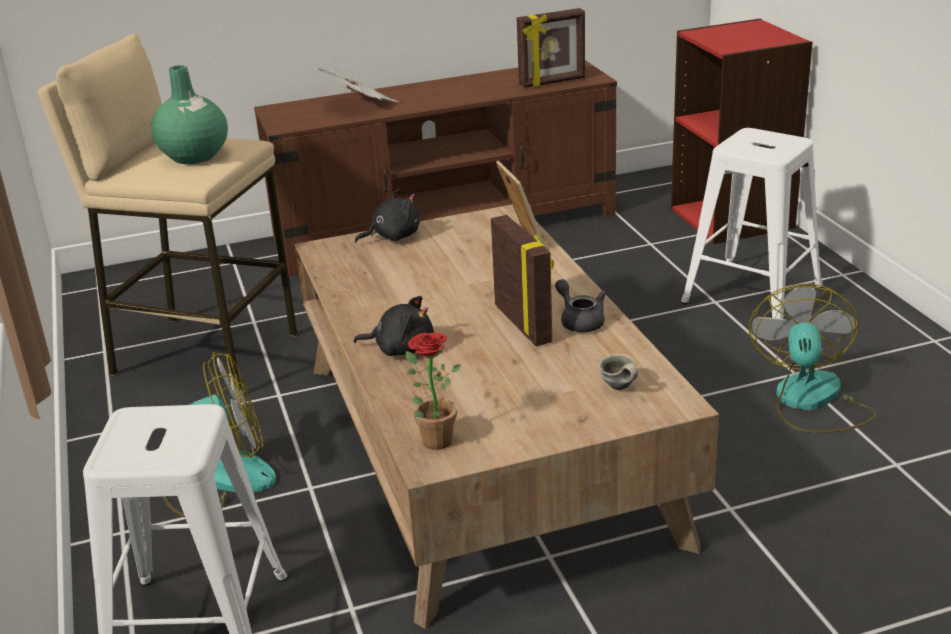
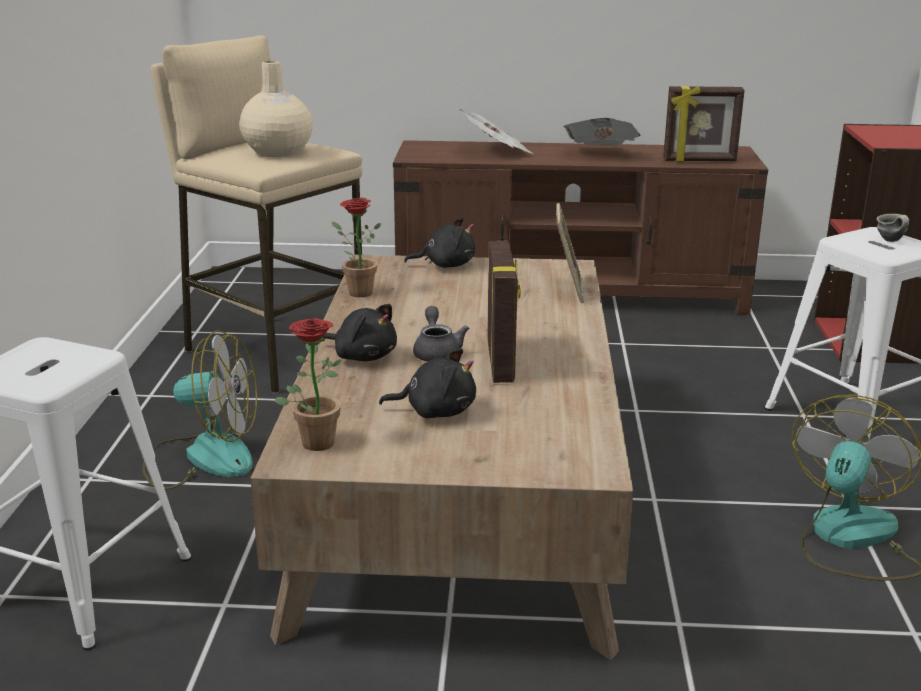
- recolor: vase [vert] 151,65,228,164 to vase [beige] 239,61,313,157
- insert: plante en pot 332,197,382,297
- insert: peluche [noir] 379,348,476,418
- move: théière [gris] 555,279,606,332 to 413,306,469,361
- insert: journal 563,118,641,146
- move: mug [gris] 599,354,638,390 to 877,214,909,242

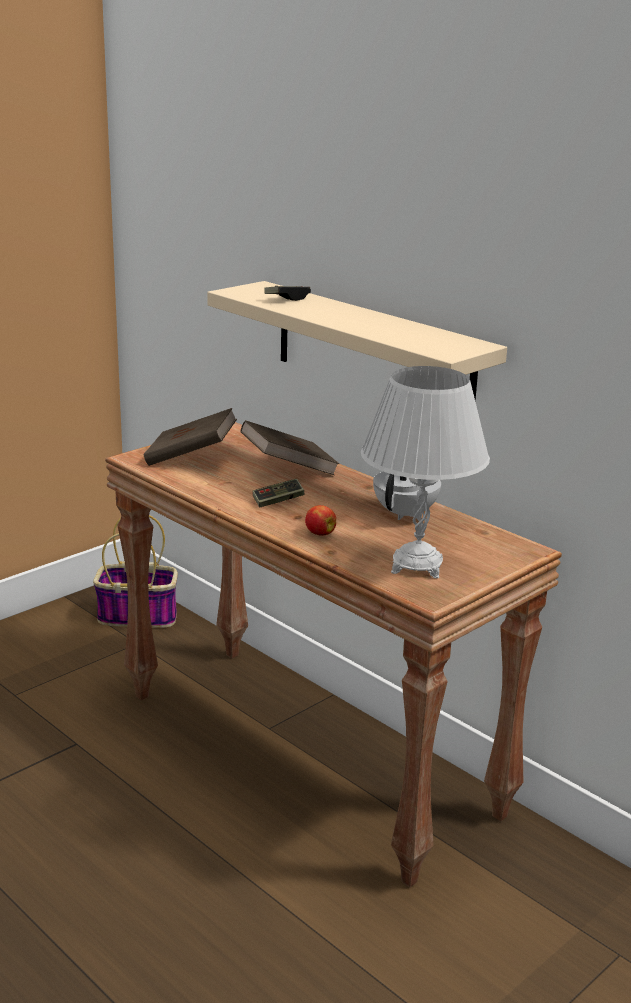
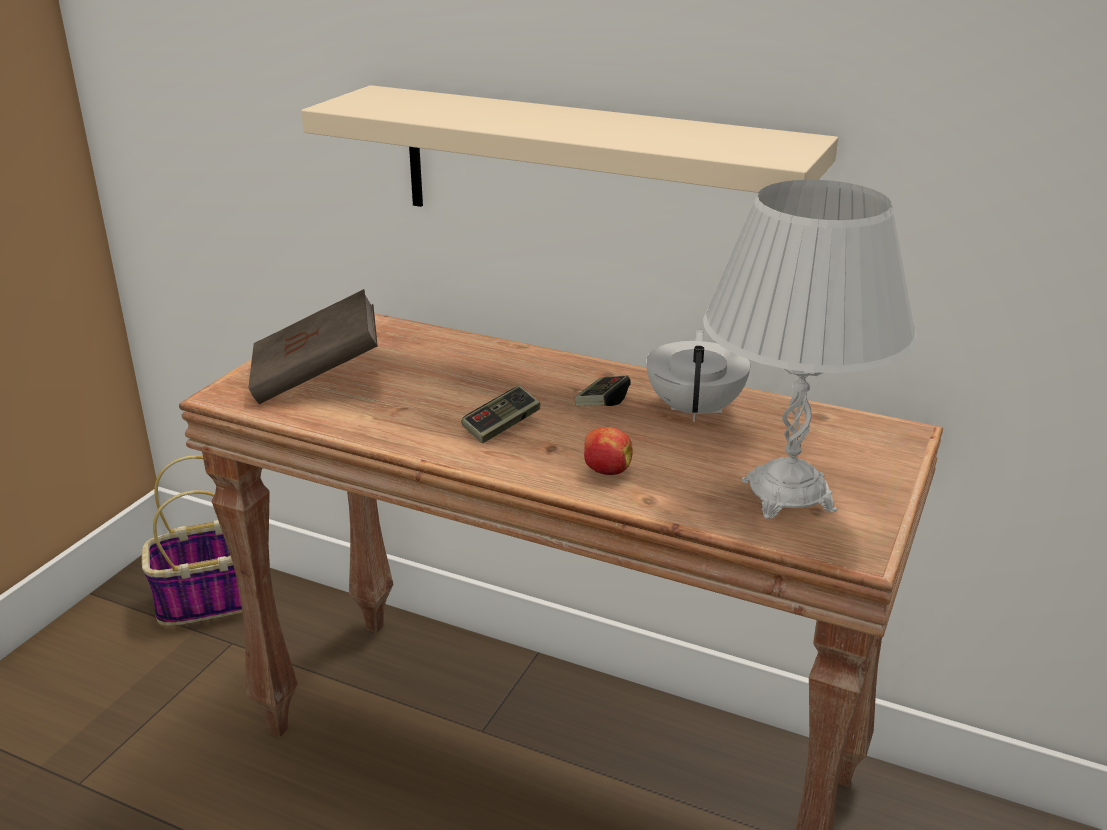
- move: manette 264,286,311,301 to 574,376,631,406
- delete: livre [marron] 240,420,339,475

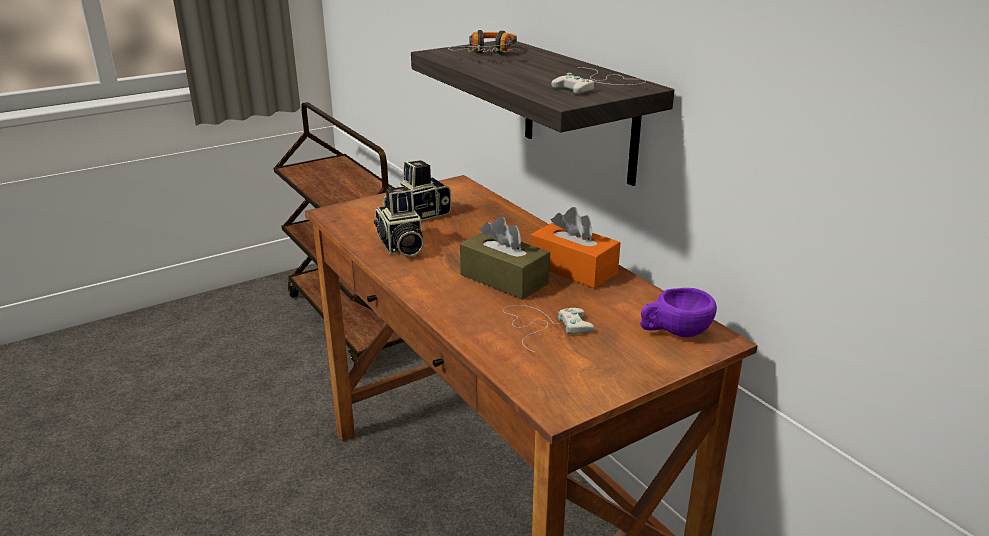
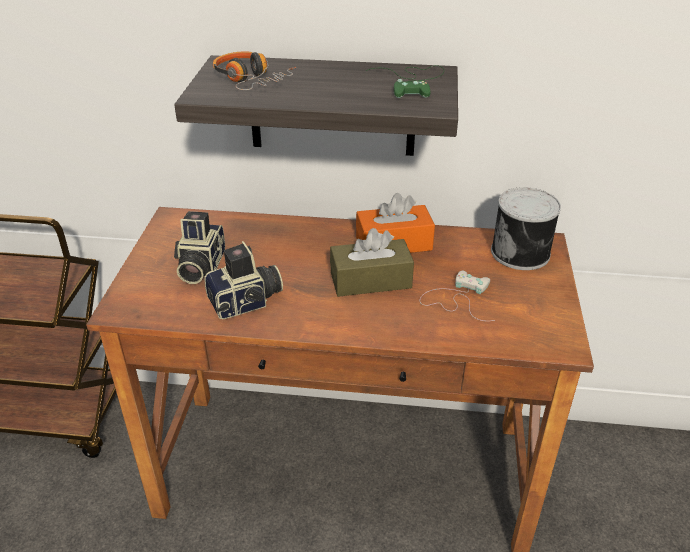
- rotate: appareil photo 374,186,424,257 = 204,241,283,319 45 degrees counterclockwise
- recolor: manette [blanc] 551,67,646,94 to manette [vert] 366,66,444,98
- replace: tasse [violet] 640,288,717,337 to boîte métallique 491,187,561,270

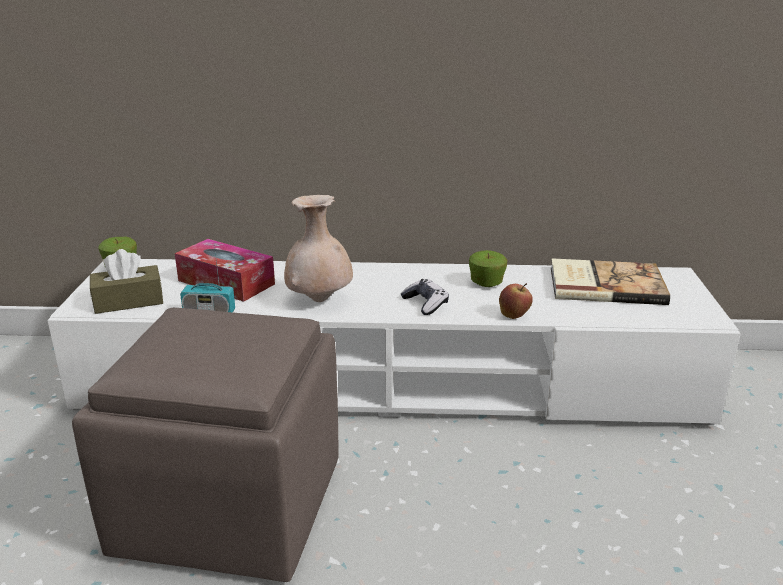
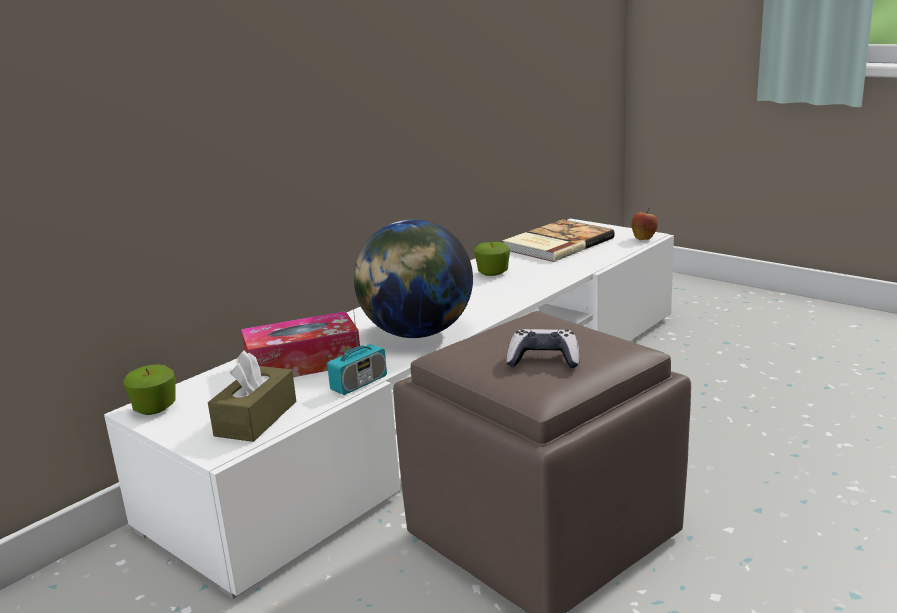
- replace: vase [beige] 284,195,353,302 to globe 354,219,473,338
- move: manette 401,279,449,315 to 506,329,580,368
- move: pomme 499,283,533,319 to 631,208,658,240

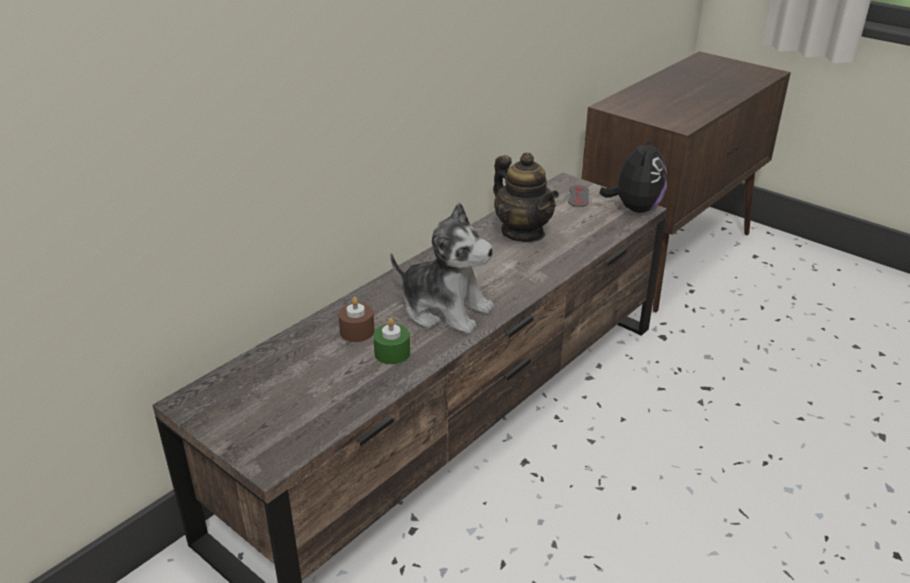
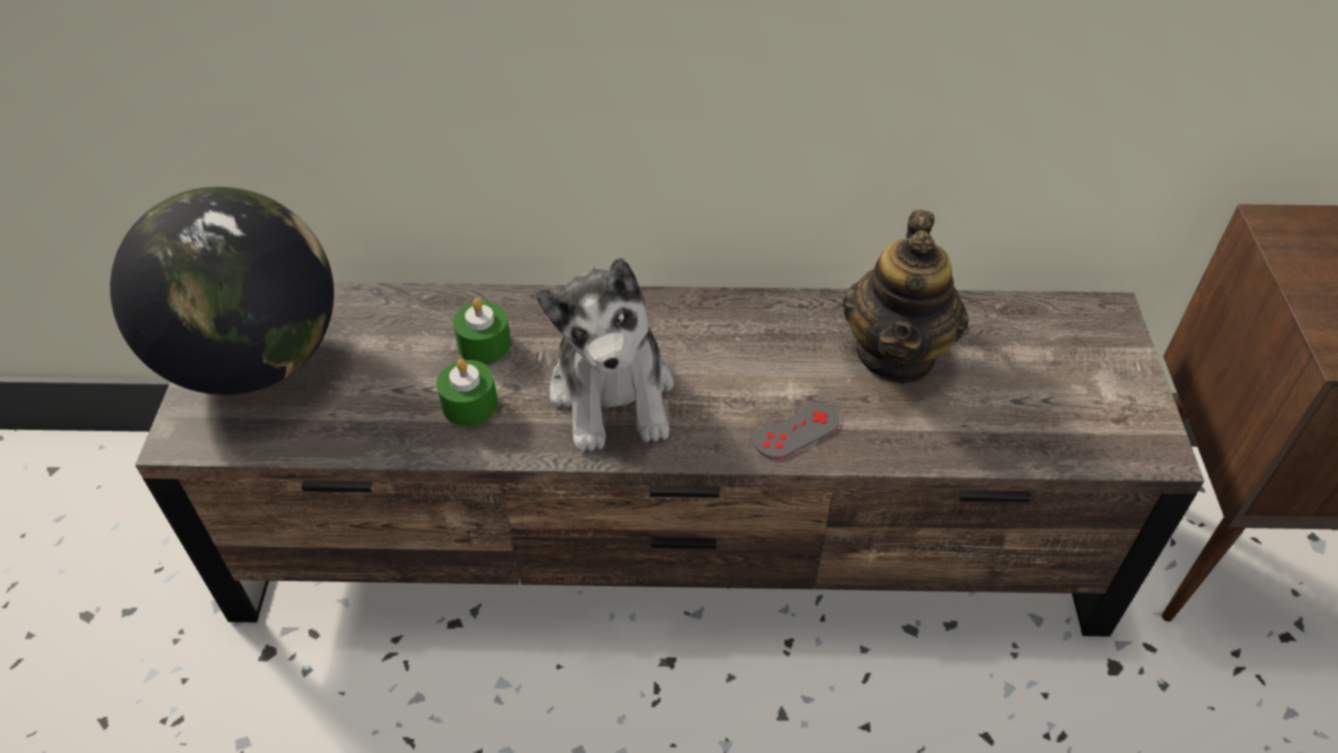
- insert: globe 110,187,334,395
- recolor: bougie [marron] 338,297,375,342 to bougie [vert] 453,299,511,364
- move: manette [gris] 568,185,589,207 to 754,402,840,459
- delete: peluche 599,135,667,213

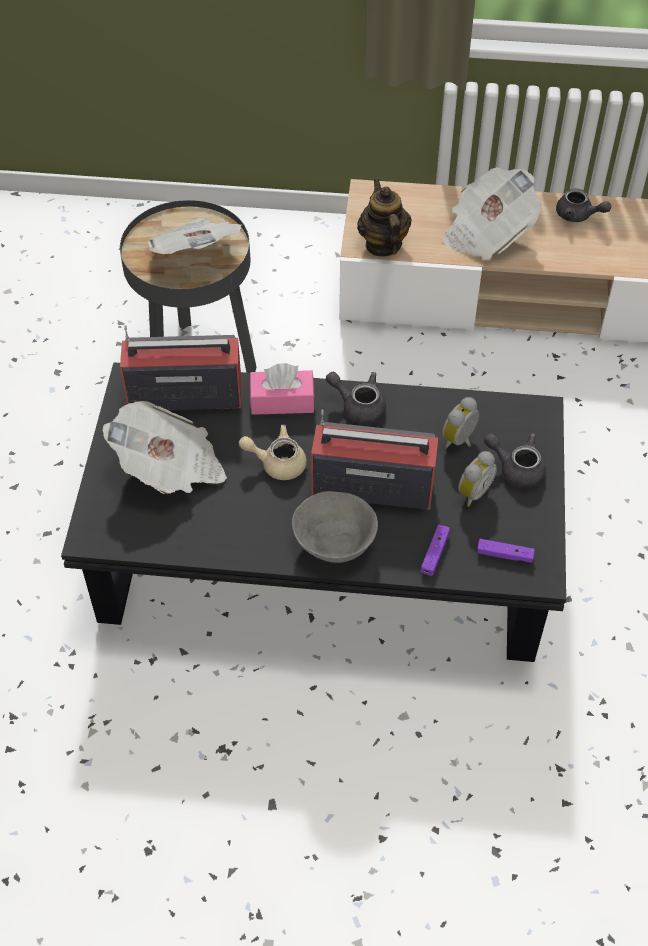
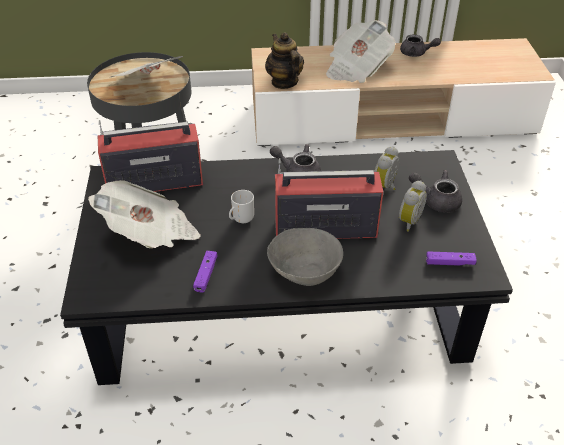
- move: manette [violet] 421,524,450,576 to 193,251,218,292
- replace: théière [beige] 239,425,307,480 to mug 229,190,254,223
- delete: boîte à mouchoirs [rose] 250,363,315,415

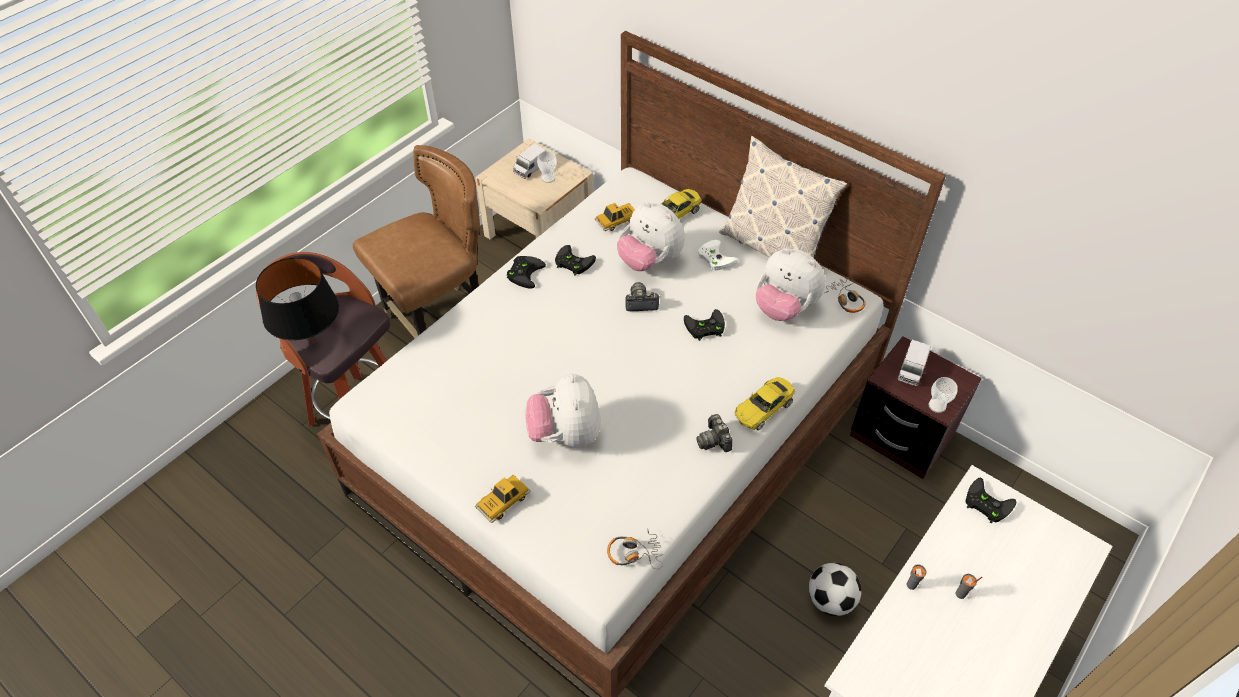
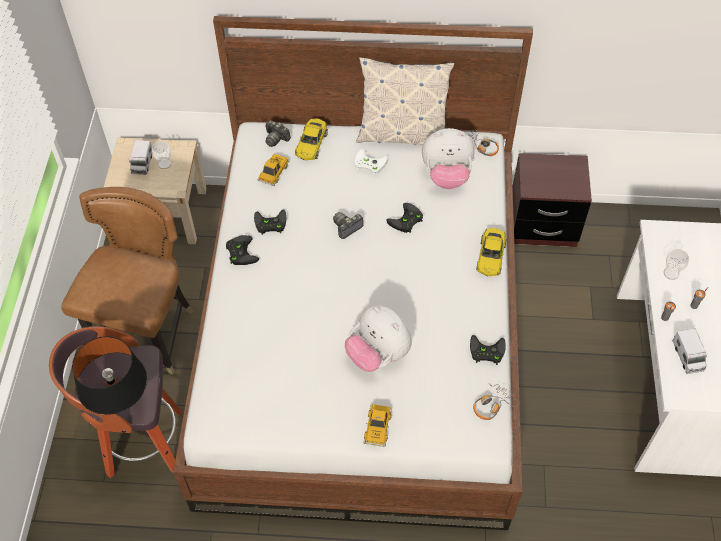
- move: appareil photo 696,414,732,452 to 265,120,291,147
- move: manette [noir] 965,478,1016,524 to 470,335,506,365
- move: tasse 928,377,958,413 to 664,249,689,280
- move: camion jouet 897,340,931,386 to 672,329,708,374
- delete: peluche 617,201,685,271
- delete: ballon de foot 809,563,861,616

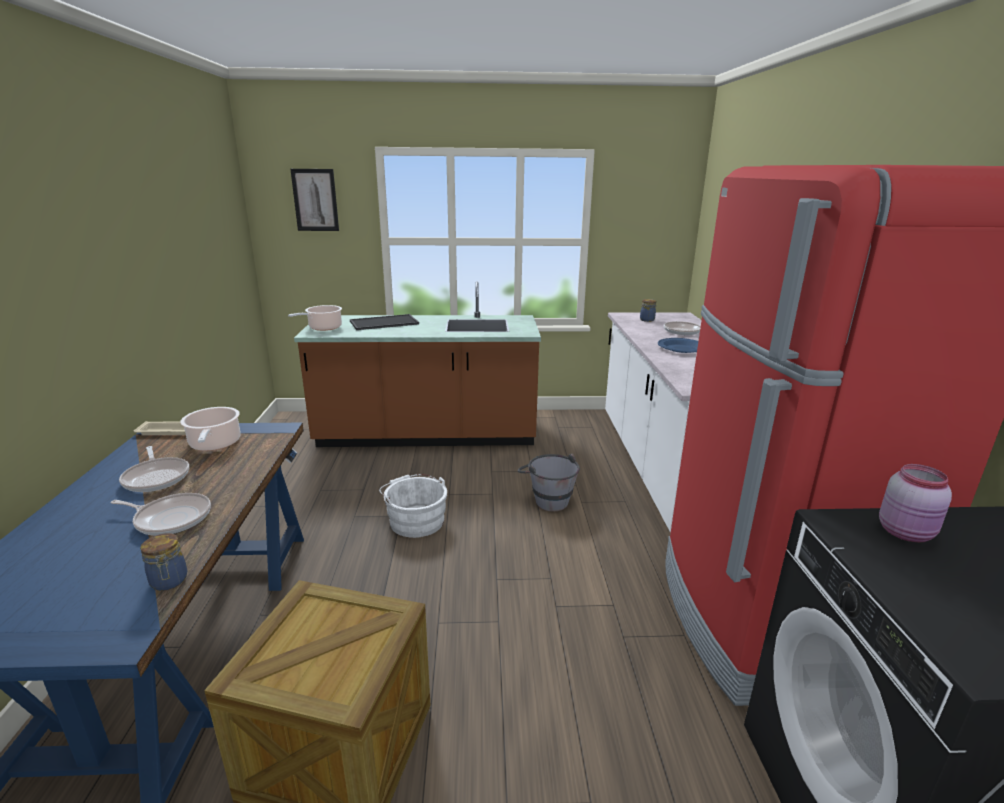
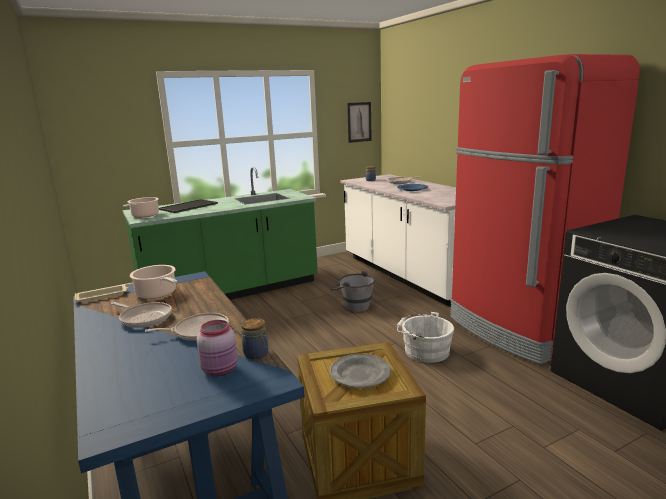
- recolor: comptoir de cuisine [marron] 294,281,541,447 to comptoir de cuisine [vert] 123,167,318,300
- move: bocal [rose] 879,464,952,542 to 197,320,238,376
- insert: assiette [gris] 330,354,391,388
- move: tableau 290,169,339,231 to 347,102,372,143
- move: seau [blanc] 379,474,447,538 to 397,312,454,363

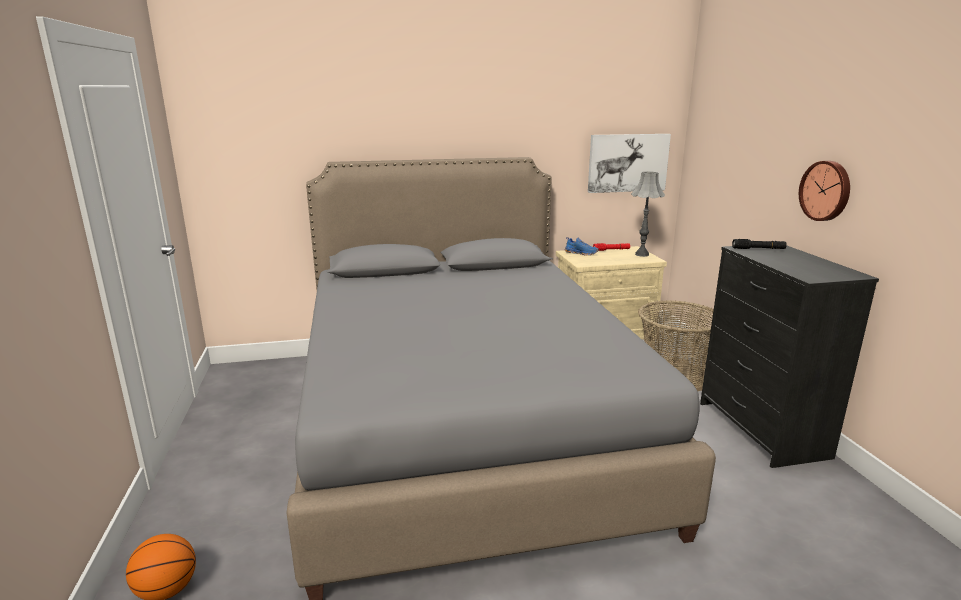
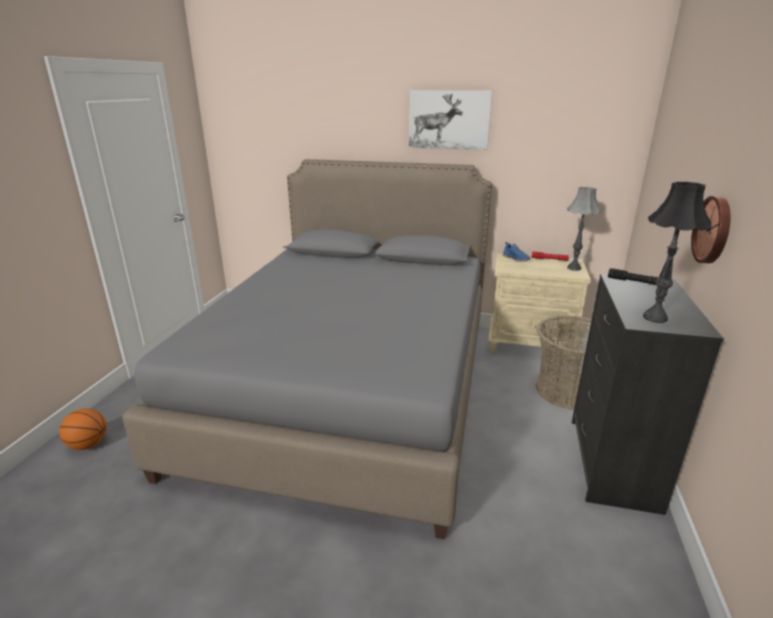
- move: tableau 588,134,671,193 to 409,90,492,150
- insert: lampe de table [noir] 643,182,711,323

